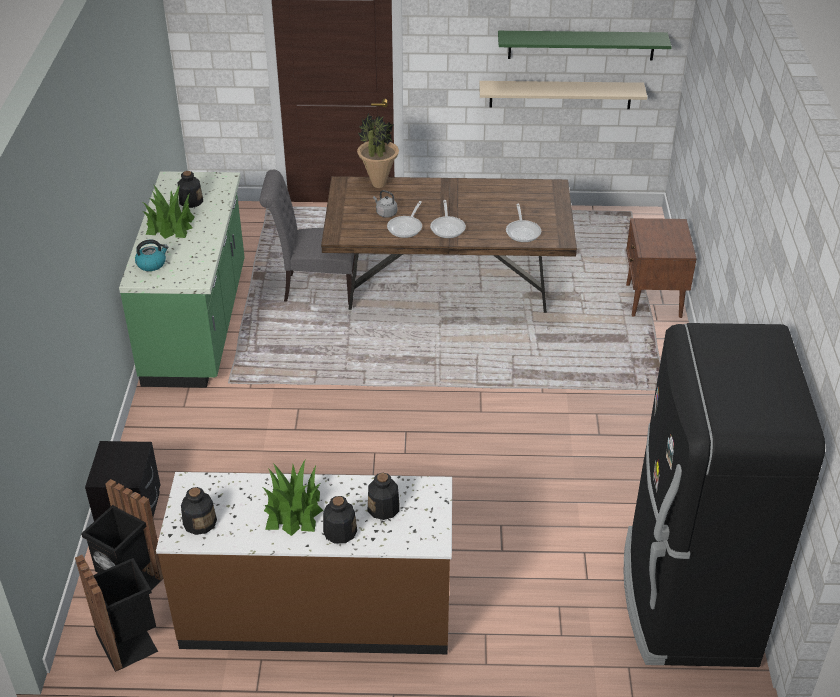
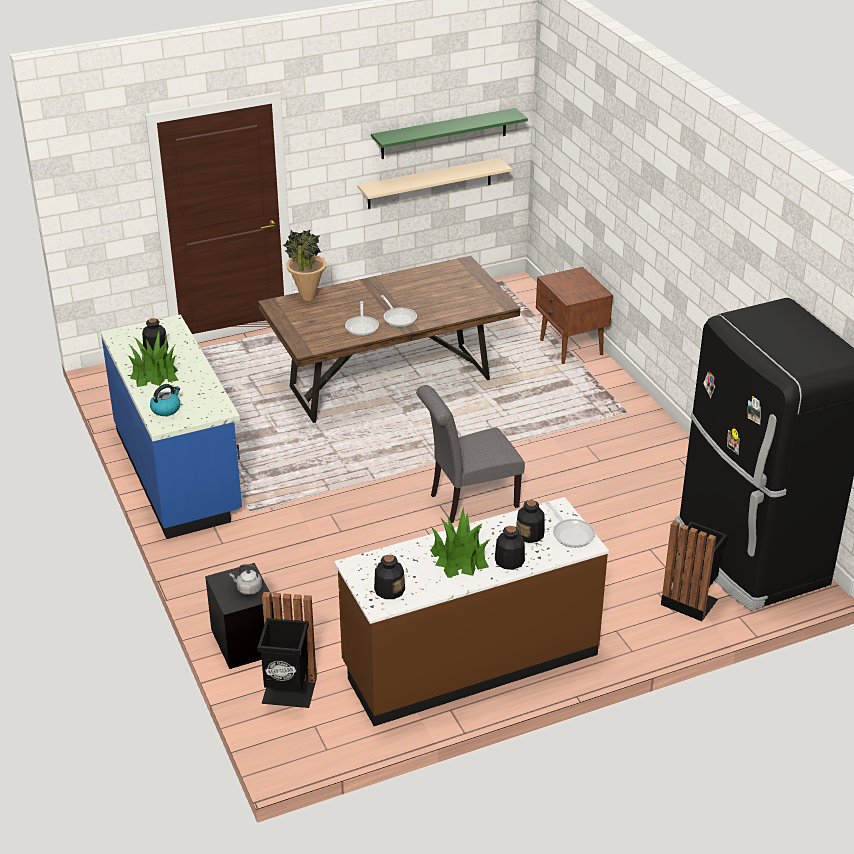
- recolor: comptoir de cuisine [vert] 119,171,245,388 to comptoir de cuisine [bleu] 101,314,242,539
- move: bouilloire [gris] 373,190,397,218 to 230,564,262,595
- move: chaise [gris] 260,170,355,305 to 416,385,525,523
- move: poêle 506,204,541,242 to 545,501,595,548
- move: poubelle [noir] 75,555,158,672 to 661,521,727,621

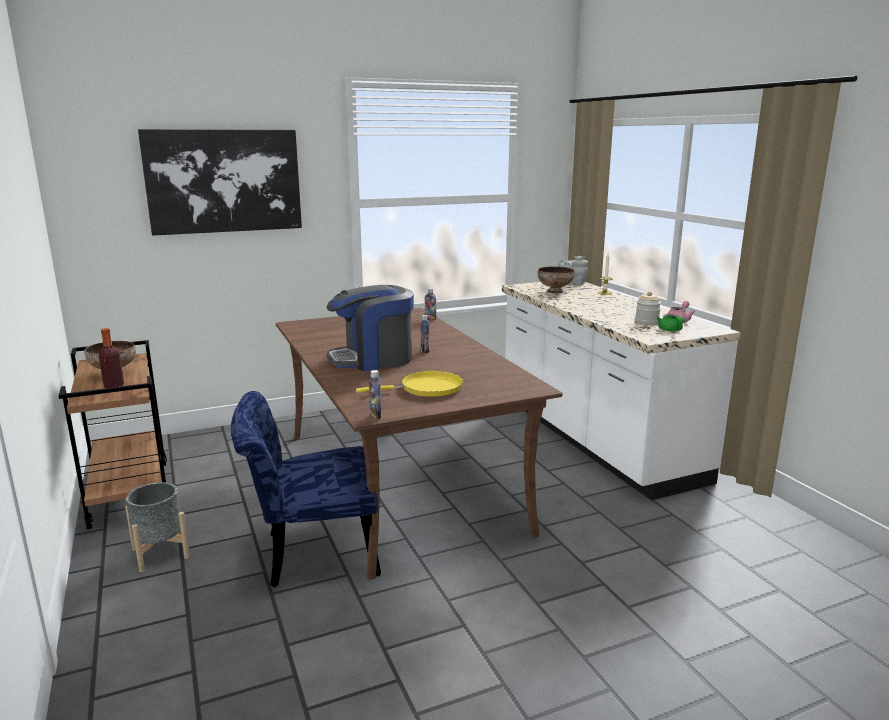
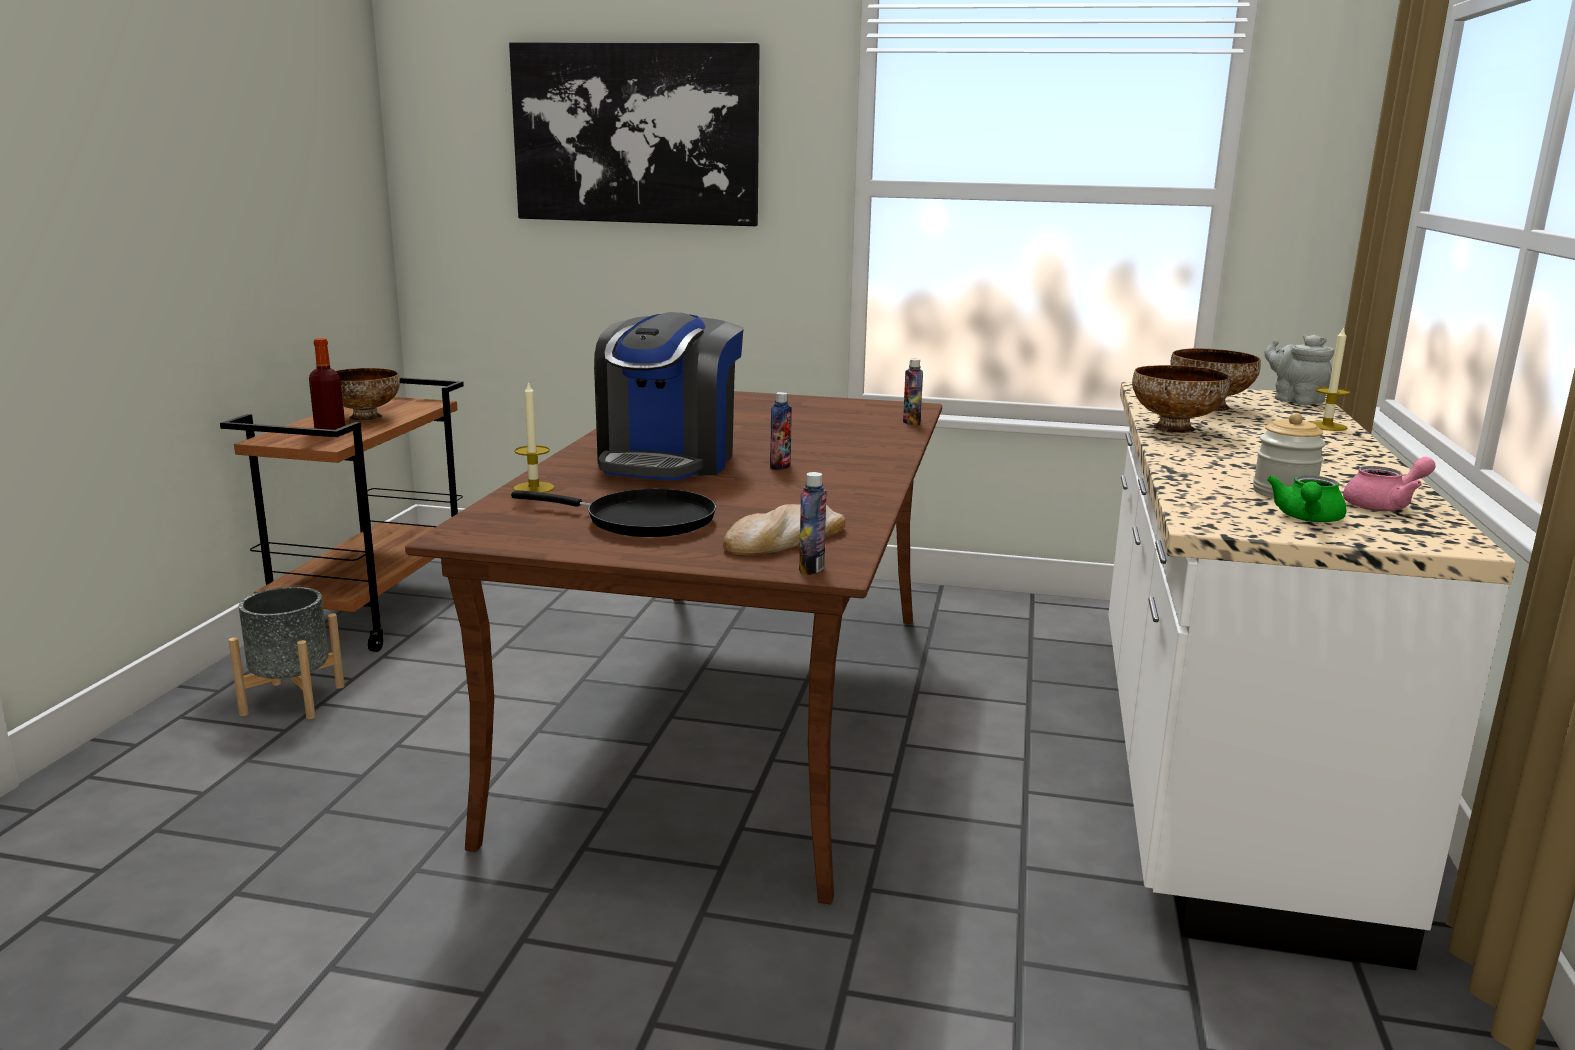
- recolor: poêle [jaune] 356,371,463,397 to poêle [noir] 511,489,716,537
- insert: bougie 513,381,555,493
- rotate: machine à café 327,285,414,371 = 594,312,744,481 90 degrees counterclockwise
- insert: pain 723,504,846,555
- move: bouteille 369,370,382,420 to 799,472,827,575
- insert: bol 1132,365,1230,433
- delete: chaise [bleu] 231,391,381,587

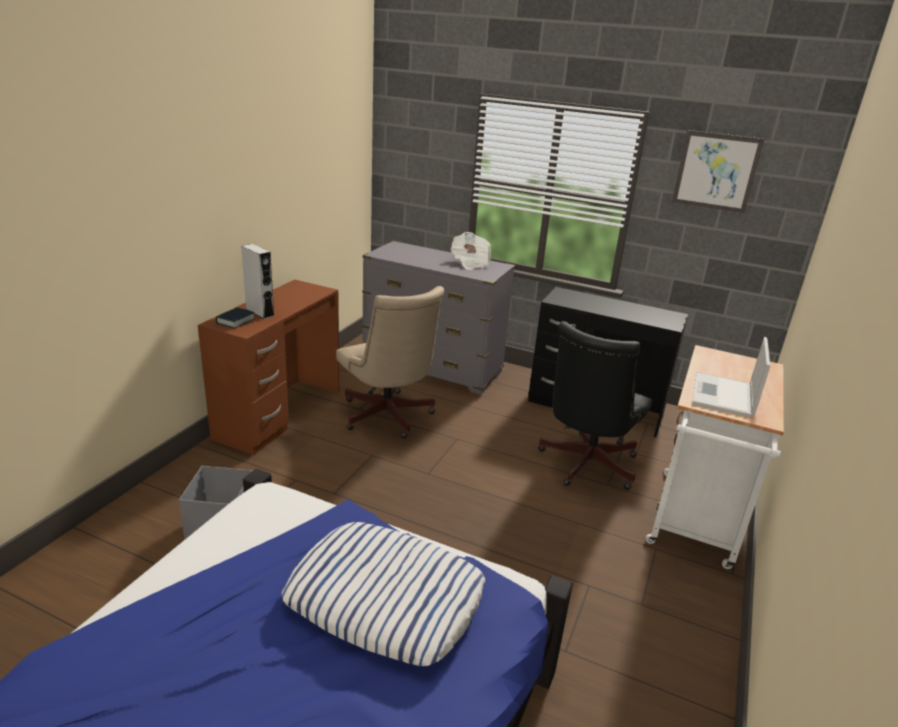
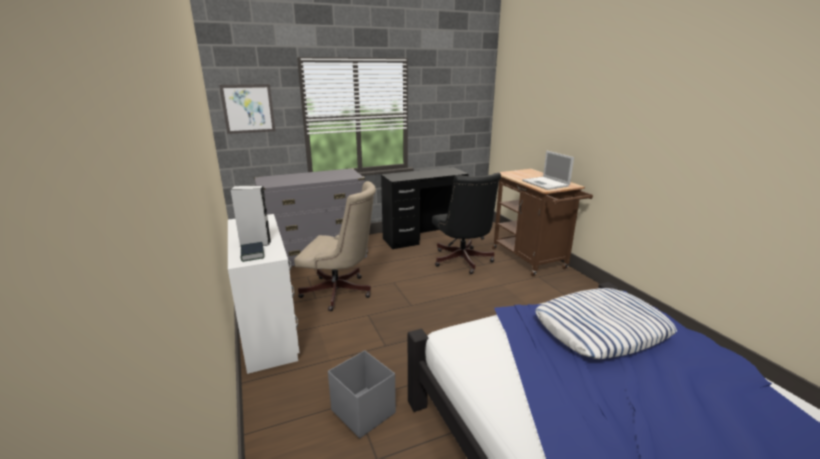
- move: tableau 672,130,764,213 to 219,84,275,134
- recolor: bureau [marron] 198,280,339,455 to bureau [blanc] 228,214,300,374
- recolor: chariot [blanc] 645,345,784,569 to chariot [marron] 492,169,593,276
- delete: journal 450,232,491,270

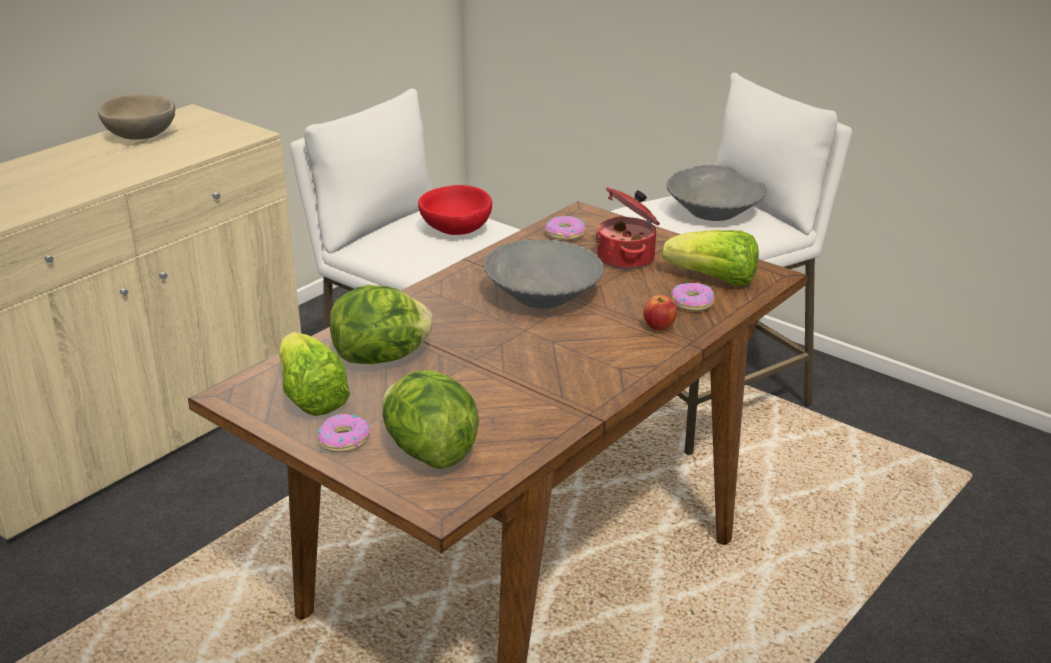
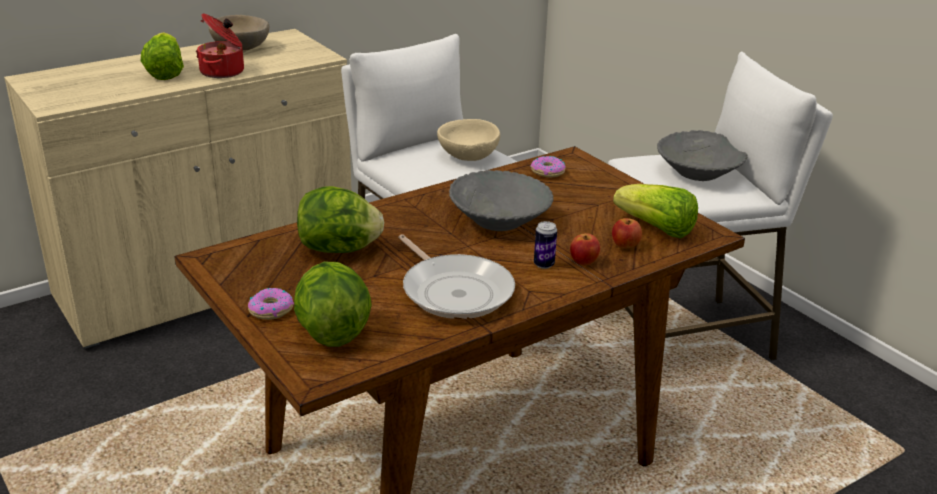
- move: laitue 279,332,350,416 to 141,32,184,80
- move: marmite 595,187,660,270 to 196,13,244,78
- insert: poêle 398,235,515,319
- recolor: bol [rouge] 418,185,492,235 to bol [beige] 437,119,500,161
- insert: boîte métallique 534,221,557,269
- replace: beignet 671,283,715,311 to pomme 612,218,642,248

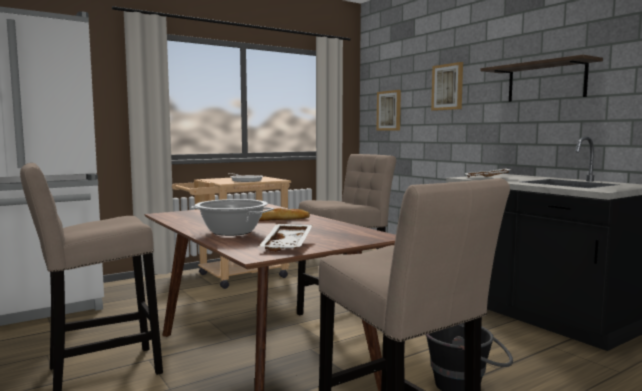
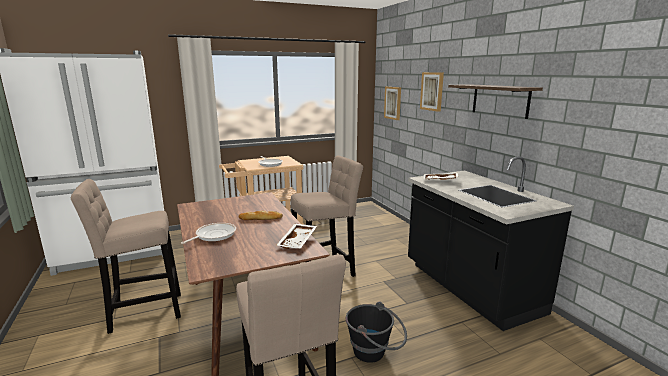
- replace: marmite 190,199,274,236 to poêle 181,223,236,244
- move: plateau [blanc] 259,224,313,252 to 277,224,317,249

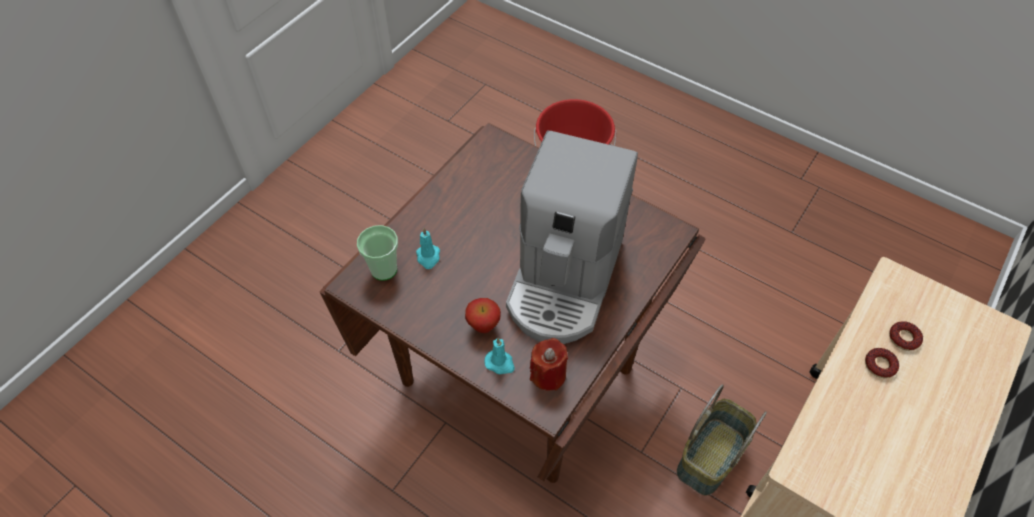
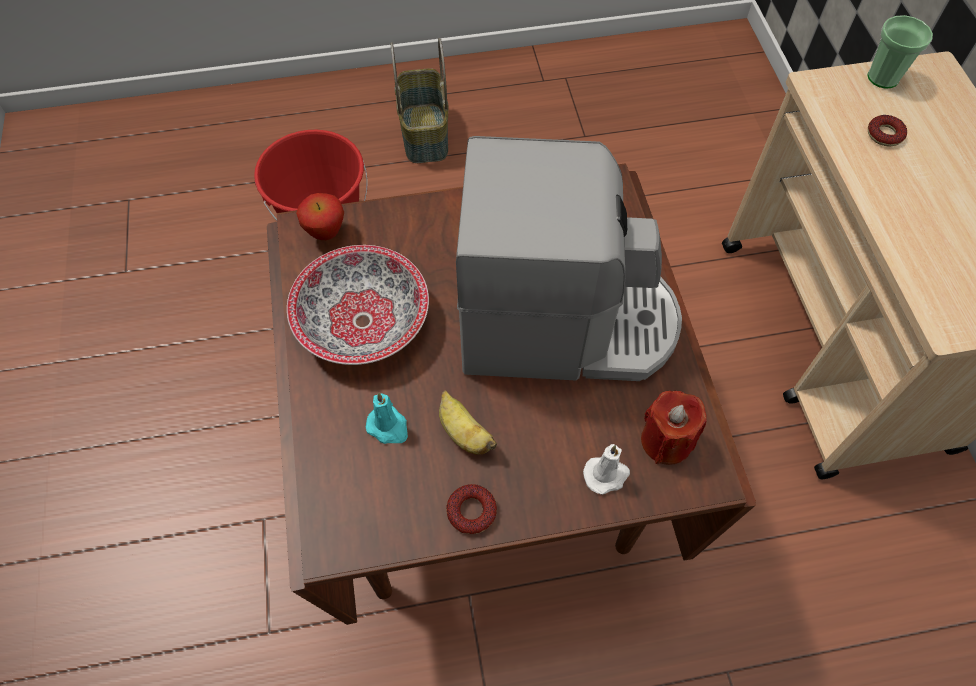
- insert: bol 287,245,429,365
- move: pomme 465,298,501,333 to 296,193,344,240
- move: panier 677,384,767,496 to 391,38,449,163
- insert: banane 439,391,497,455
- move: beignet 865,348,899,378 to 446,484,497,534
- rotate: machine à café 506,130,638,344 = 456,136,682,381 60 degrees counterclockwise
- recolor: bougie [turquoise] 485,337,515,374 to bougie [blanc] 583,444,630,495
- move: tasse 357,225,398,281 to 868,15,933,89

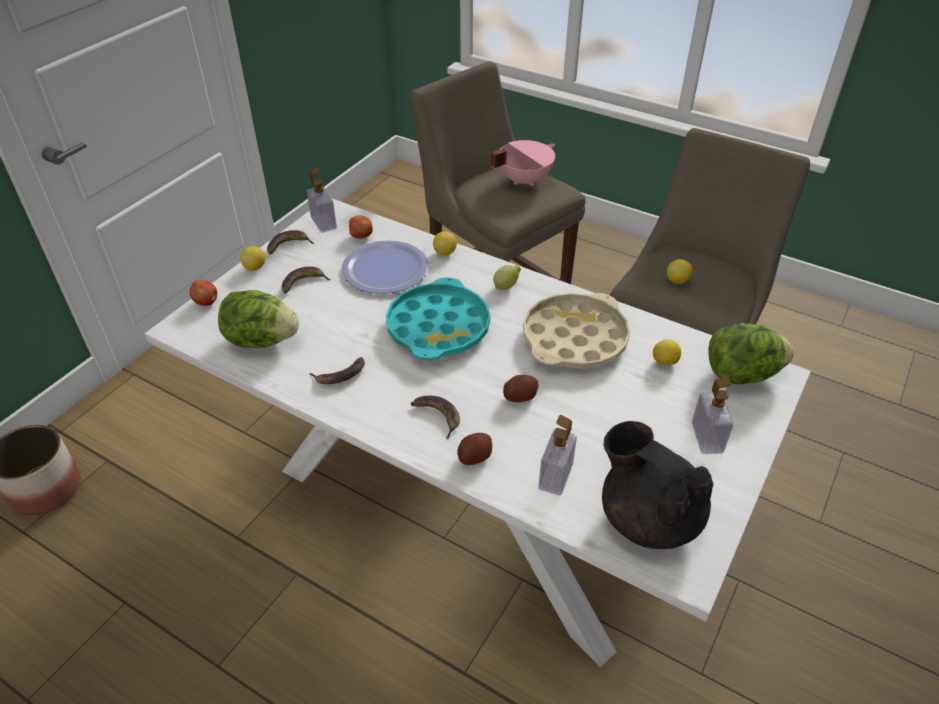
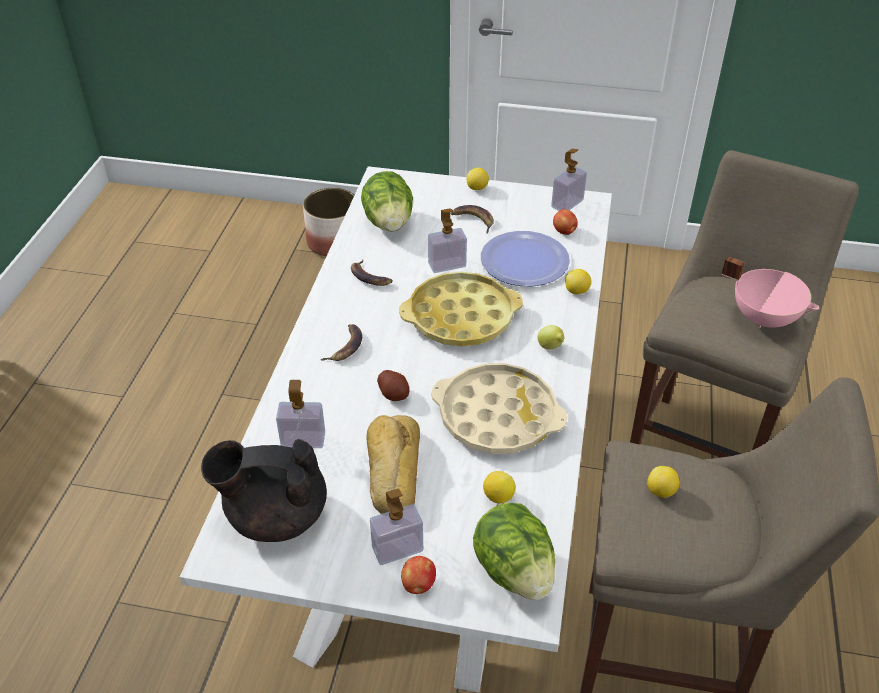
- rotate: théière [noir] 602,421,713,549 = 201,439,327,542 120 degrees counterclockwise
- insert: pain 366,415,420,514
- recolor: plateau [turquoise] 386,277,490,360 to plateau [jaune] 399,272,523,346
- move: pomme 190,280,217,306 to 401,556,436,594
- insert: distributeur de savon 428,208,467,273
- delete: banane 267,230,314,255
- delete: pomme de terre 457,433,492,465

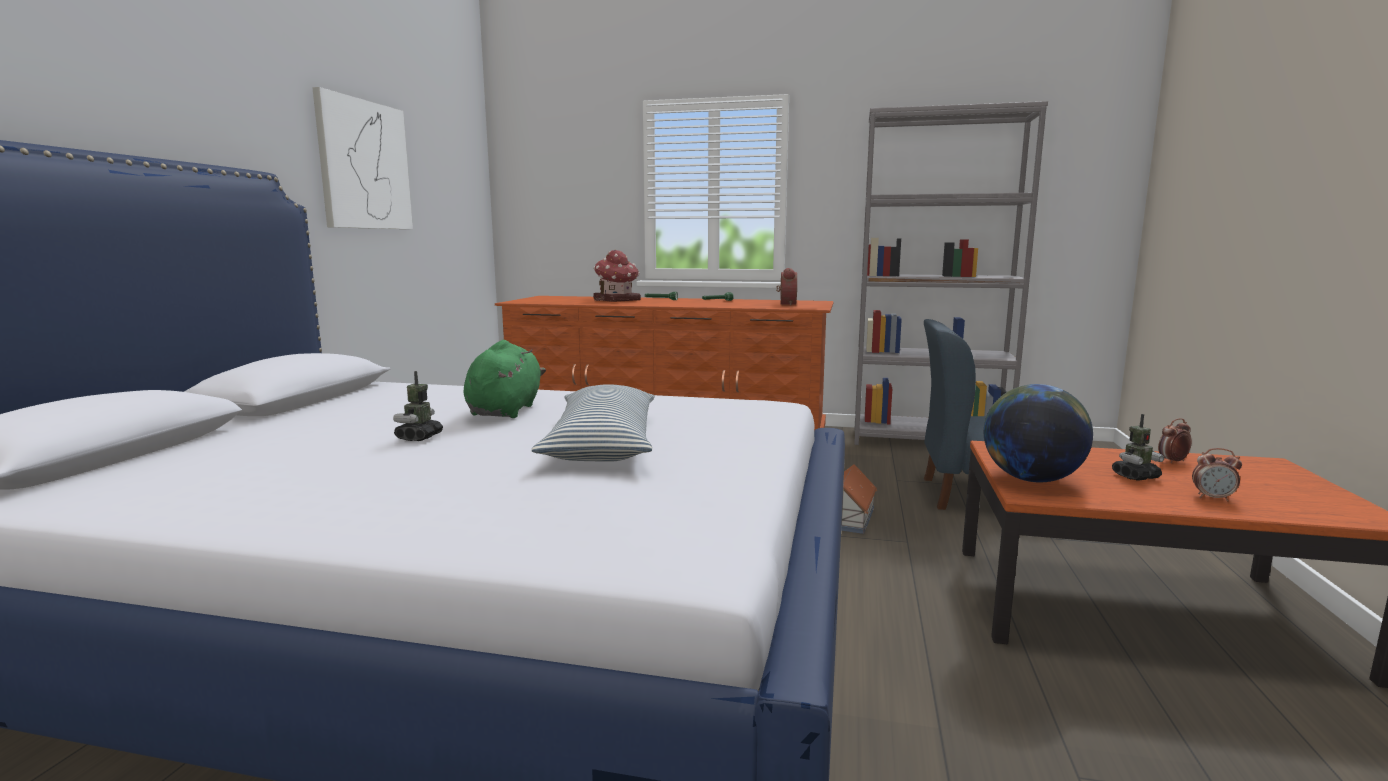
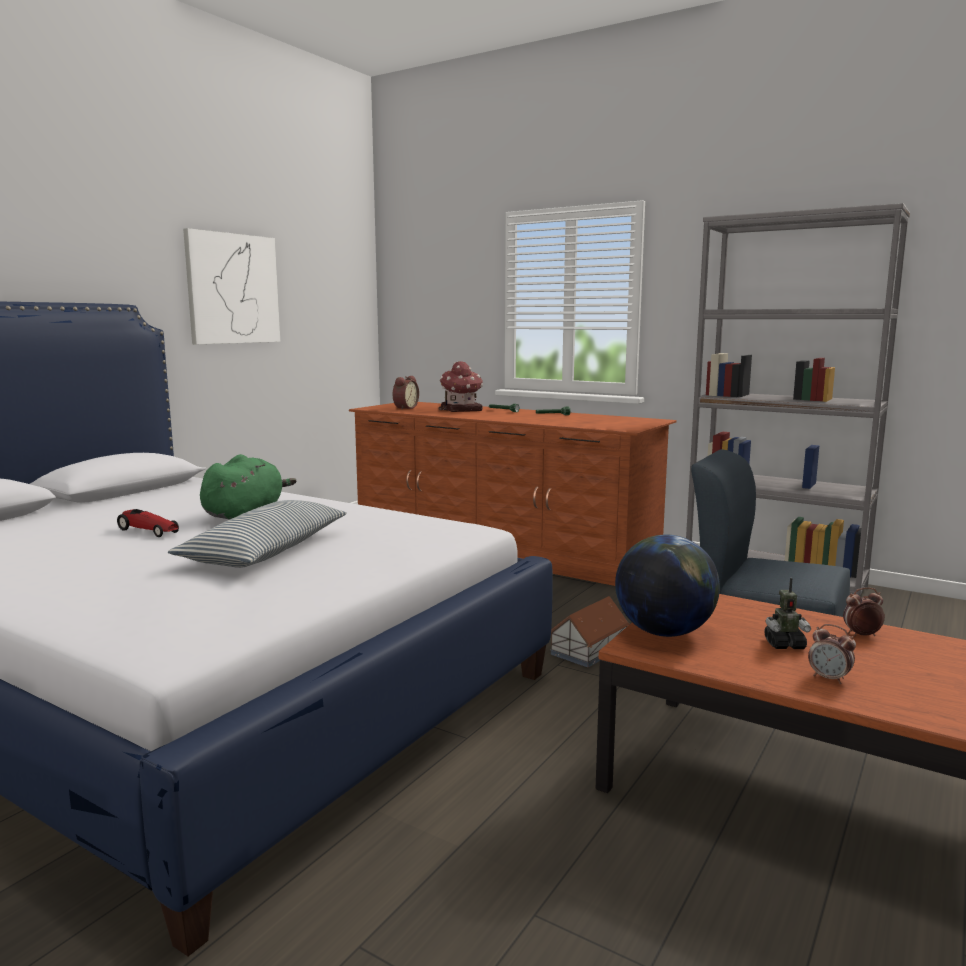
- replace: robot jouet 393,371,443,441 to petite voiture 117,509,179,537
- move: réveil 776,268,797,306 to 393,376,419,410

